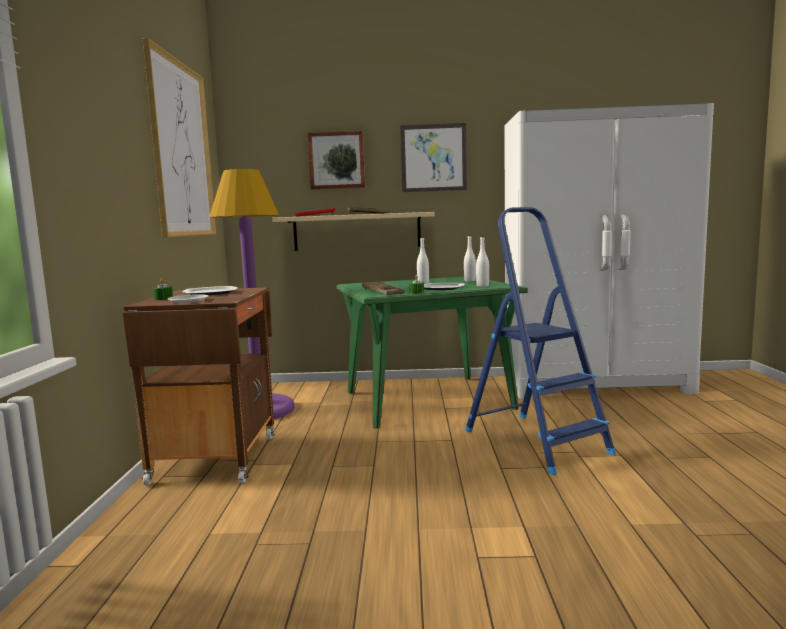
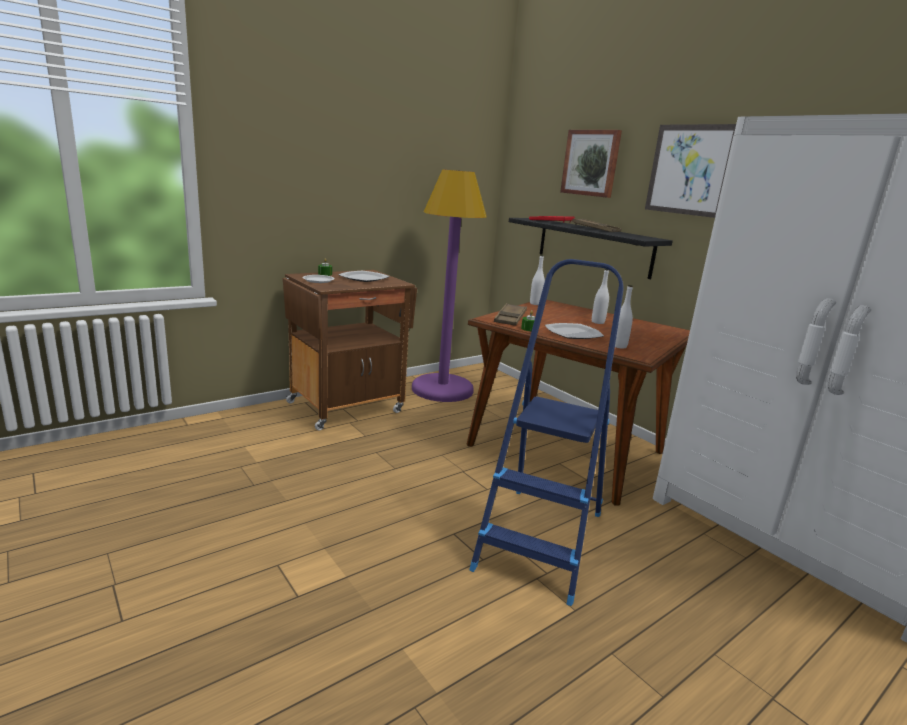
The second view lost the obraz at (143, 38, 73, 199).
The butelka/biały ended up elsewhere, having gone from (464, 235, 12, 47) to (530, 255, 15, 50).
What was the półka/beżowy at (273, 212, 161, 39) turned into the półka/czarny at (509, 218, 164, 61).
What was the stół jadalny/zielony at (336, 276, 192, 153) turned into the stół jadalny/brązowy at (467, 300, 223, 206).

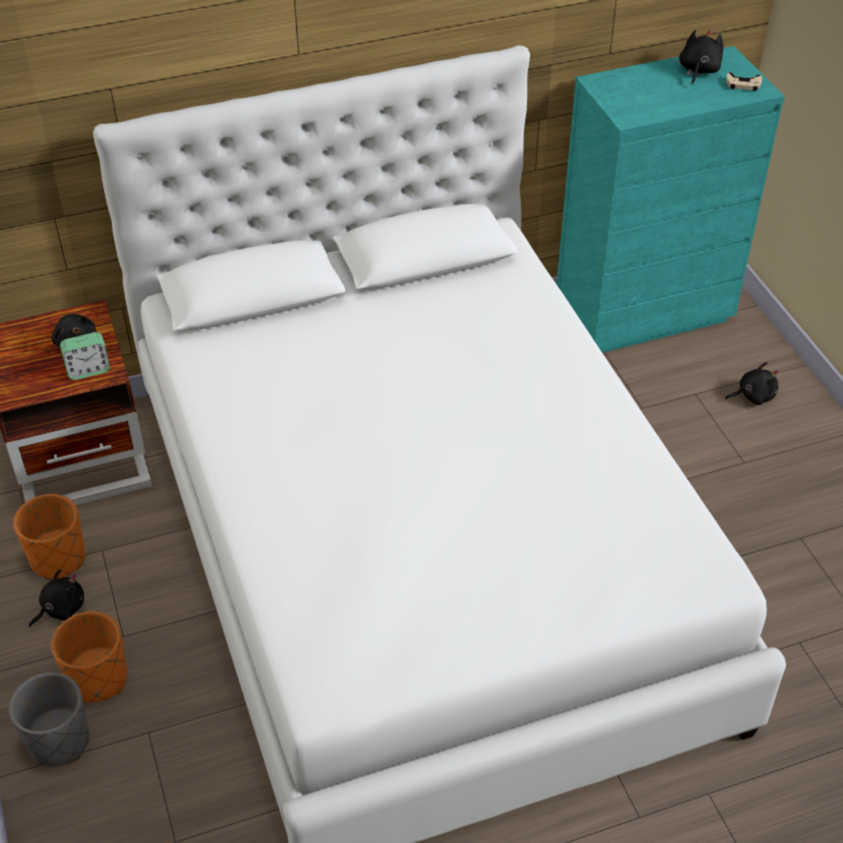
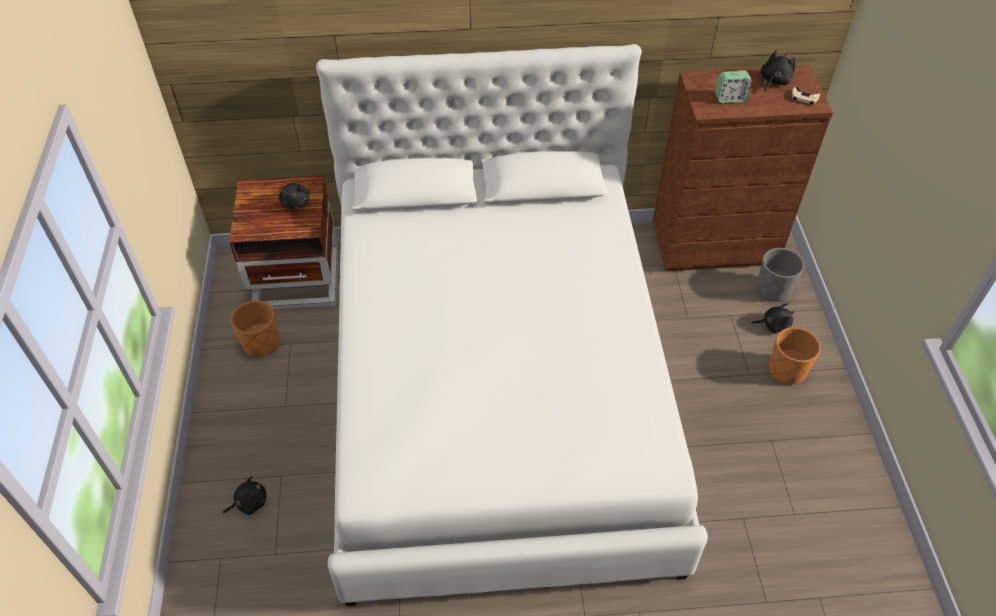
The donica/szary ended up elsewhere, having gone from (9, 672, 81, 95) to (756, 248, 48, 54).
The pluszak/czarny ended up elsewhere, having gone from (29, 569, 55, 58) to (223, 477, 44, 38).
The donica/pomarańczowy ended up elsewhere, having gone from (51, 612, 76, 91) to (769, 327, 52, 58).
The budzik ended up elsewhere, having gone from (60, 332, 50, 48) to (715, 71, 37, 32).
What was the komoda/turkusowy at (557, 46, 228, 307) turned into the komoda/brązowy at (652, 65, 181, 206).

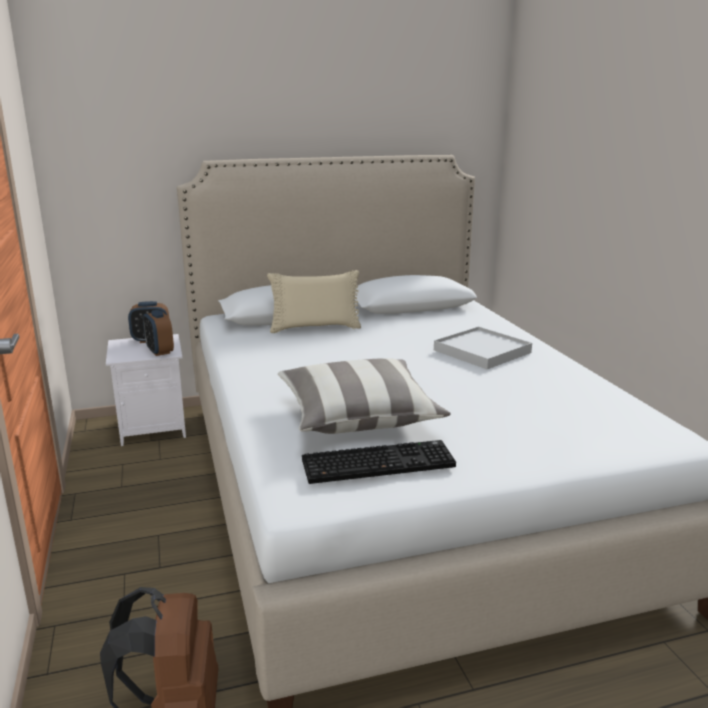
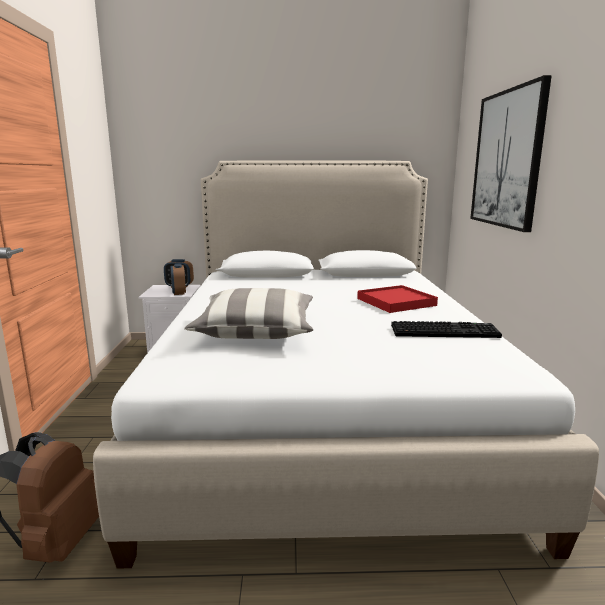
The second view lost the poduszka/beżowy at (267, 270, 94, 63).
The second view gained the obraz at (470, 75, 82, 157).
The klawiatura ended up elsewhere, having gone from (302, 440, 154, 44) to (391, 321, 111, 17).
What was the taca/biały at (434, 326, 98, 43) turned into the taca/czerwony at (357, 285, 81, 28).

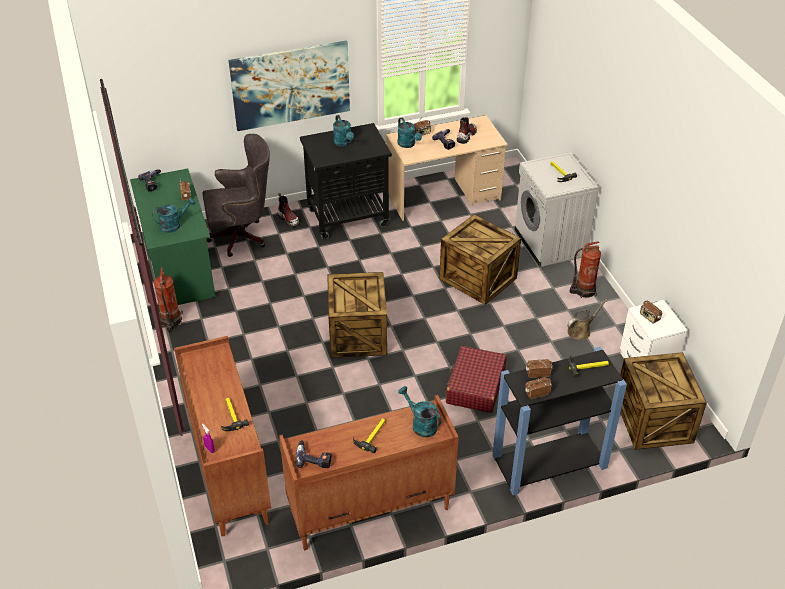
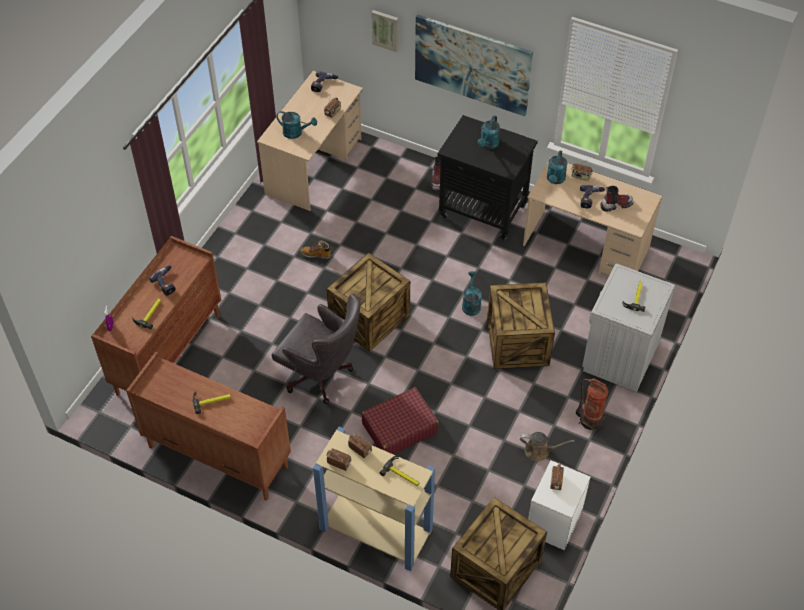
The second view lost the gaśnica at (154, 268, 29, 63).
The second view gained the but z cholewką at (301, 240, 31, 19).
The second view gained the obraz at (371, 10, 27, 42).
The krzesło biurowe/szary ended up elsewhere, having gone from (203, 134, 67, 123) to (272, 294, 89, 110).
The wiertarka ended up elsewhere, having gone from (295, 440, 36, 28) to (149, 265, 27, 31).
The konewka/turkusowy ended up elsewhere, having gone from (398, 386, 43, 51) to (462, 271, 20, 45).
What was the biurko/zielony at (130, 169, 86, 136) turned into the biurko/beżowy at (257, 71, 106, 140).
What was the regał/czarny at (492, 347, 135, 148) turned into the regał/beżowy at (313, 427, 122, 144).

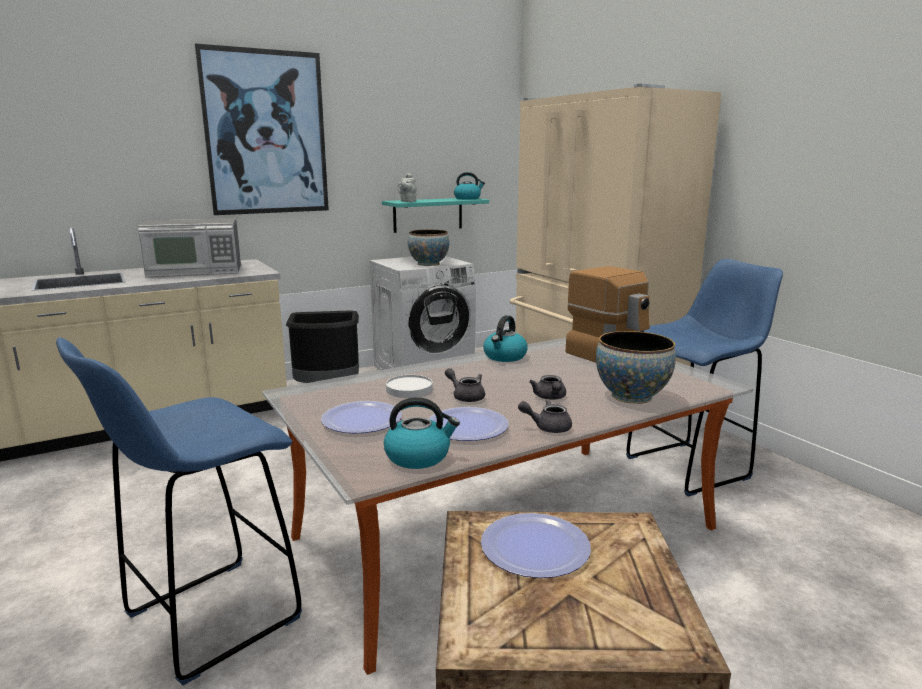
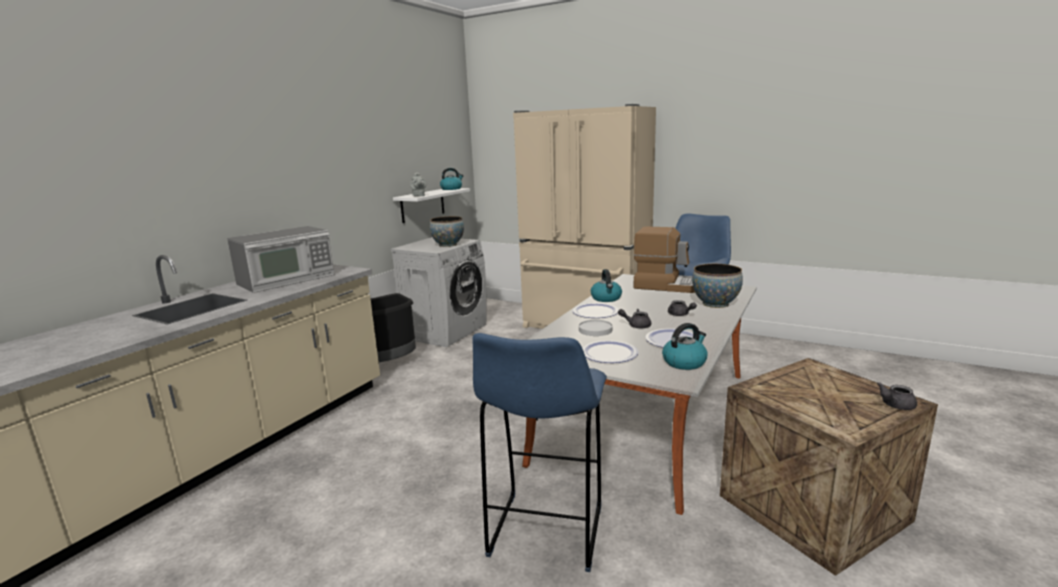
The second view lost the obraz at (195, 43, 134, 172).
The talerz ended up elsewhere, having gone from (481, 513, 110, 65) to (572, 303, 47, 15).
The imbryk/szary ended up elsewhere, having gone from (518, 399, 54, 34) to (877, 382, 40, 28).
What was the półka/turkusowy at (382, 198, 107, 35) turned into the półka/biały at (393, 188, 77, 35).

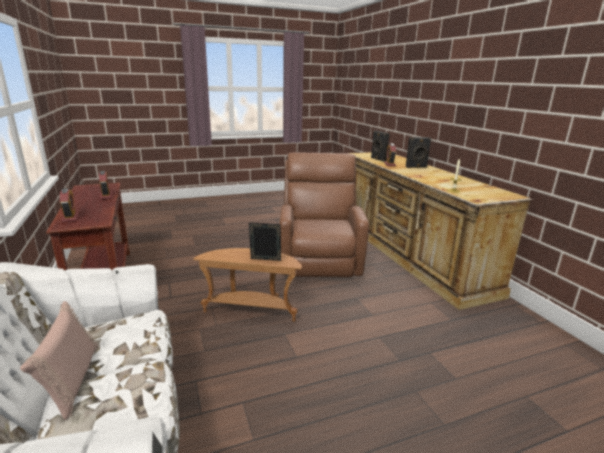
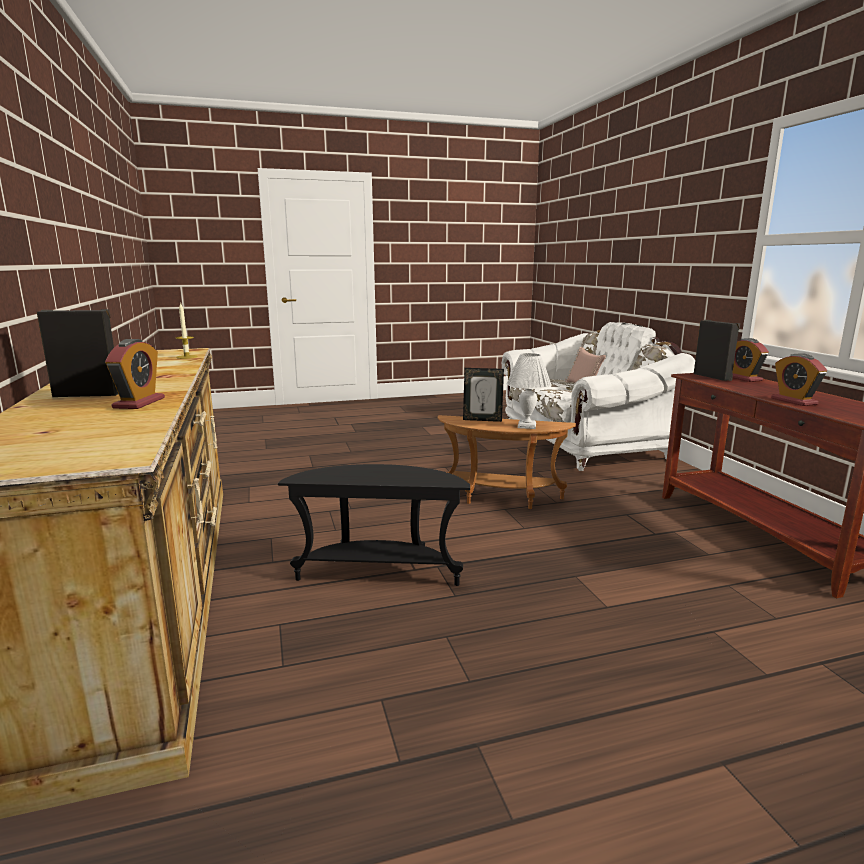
The second view gained the lampa stołowa/biały at (507, 353, 44, 76).
The głośnik/czarny ended up elsewhere, having gone from (371, 131, 19, 31) to (694, 320, 46, 61).
Where the fotel/brązowy stood at (279, 152, 90, 126), the stolik/czarny came to stand at (278, 464, 192, 122).

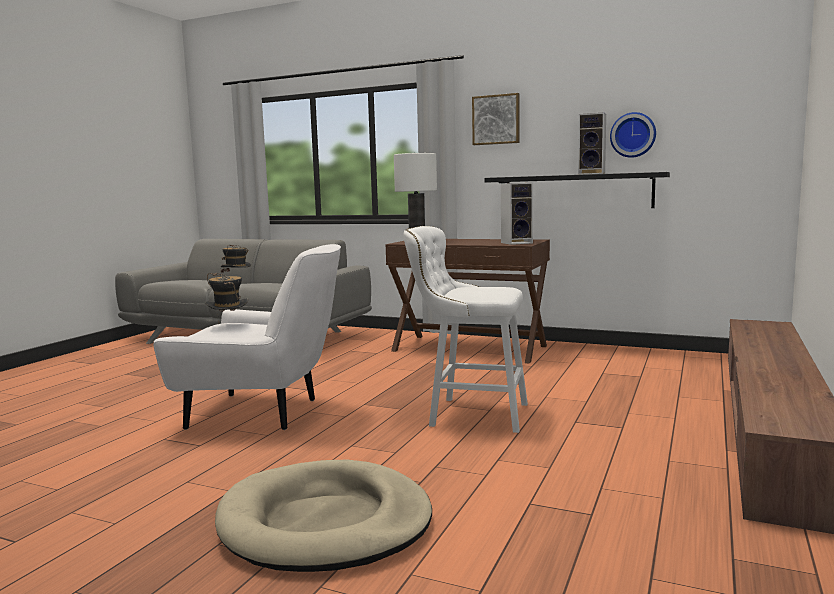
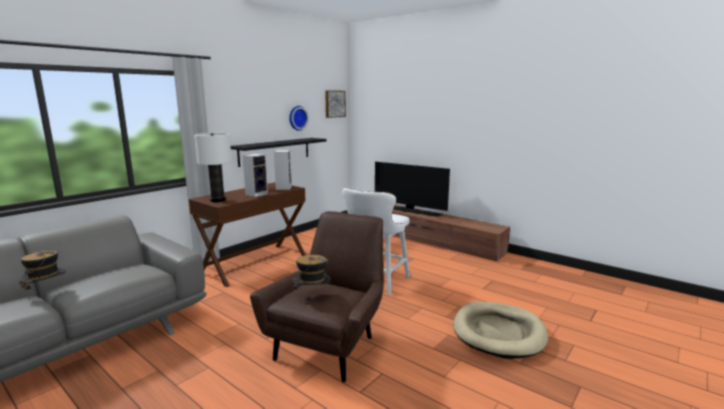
The second view gained the telewizor at (375, 162, 75, 55).
The obraz ended up elsewhere, having gone from (472, 93, 48, 52) to (325, 90, 21, 28).
The głośnik ended up elsewhere, having gone from (578, 112, 28, 63) to (243, 154, 25, 43).
What was the fotel/biały at (153, 244, 188, 186) turned into the fotel/brązowy at (250, 211, 134, 172).

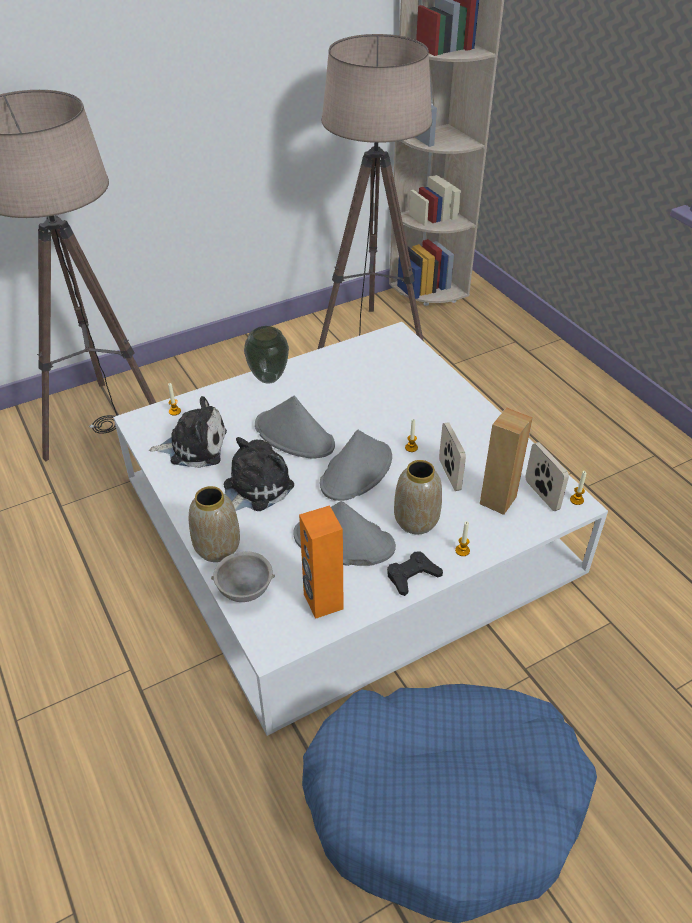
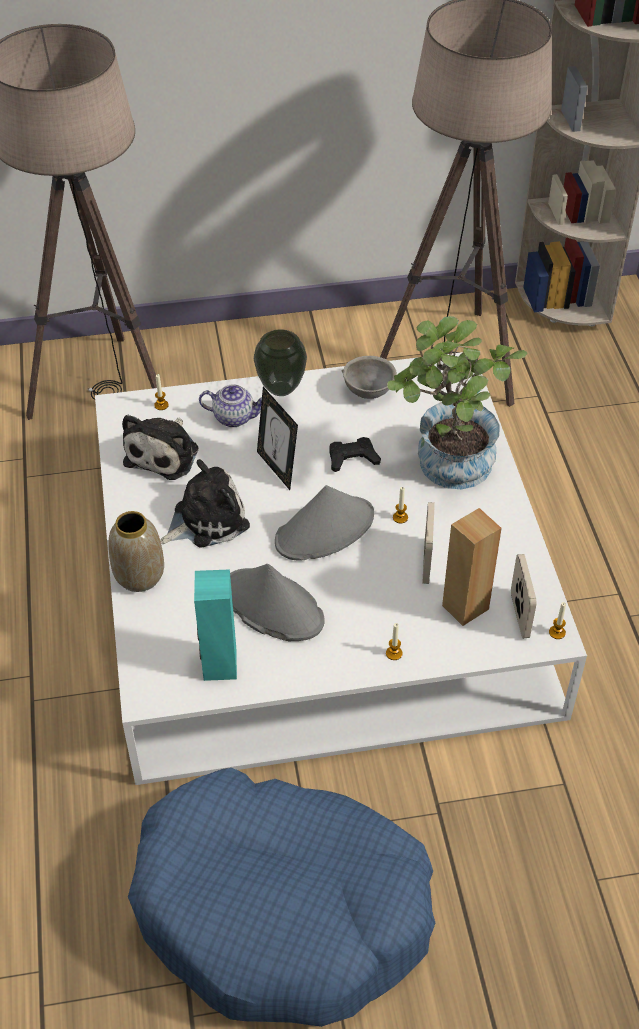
The second view lost the wazon at (394, 460, 48, 74).
The second view gained the imbryk at (199, 384, 63, 43).
The second view gained the roślina doniczkowa at (387, 316, 140, 173).
The miska/szary ended up elsewhere, having gone from (211, 551, 64, 51) to (342, 356, 55, 43).
The pad do gier/czarny ended up elsewhere, having gone from (387, 551, 56, 45) to (329, 437, 52, 35).
Where the kapelusz/szary stood at (255, 396, 80, 63), the ramka na zdjęcie came to stand at (257, 387, 41, 103).
What was the głośnik/pomarańczowy at (299, 505, 45, 114) turned into the głośnik/turkusowy at (194, 569, 43, 112).
The pluszak at (149, 396, 78, 72) ended up facing another way, 90 degrees clockwise from before.

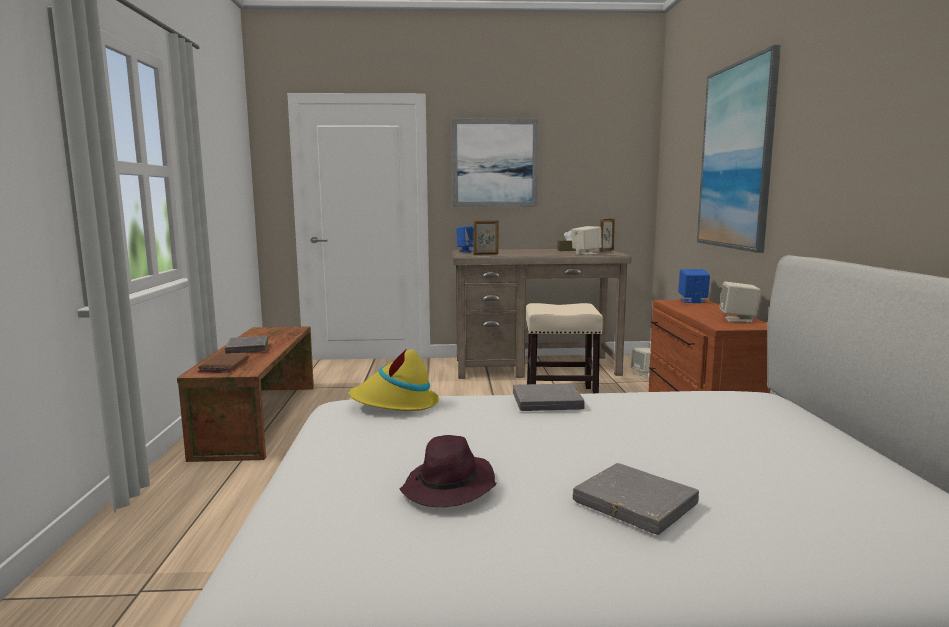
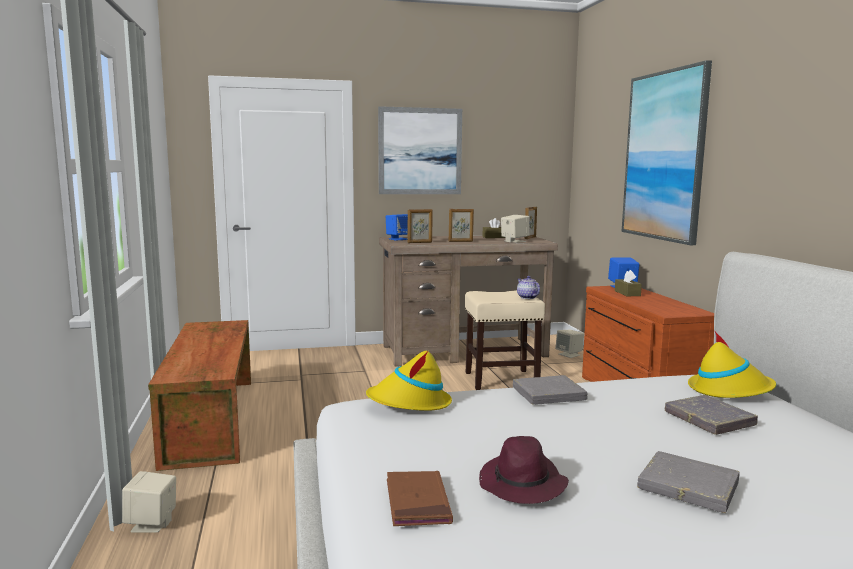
The second view gained the ramka na zdjęcie at (449, 209, 25, 33).
The second view gained the imbryk at (517, 276, 23, 23).
The second view gained the pudełko chusteczek/brązowy at (615, 270, 27, 26).
The second view gained the kapelusz/żółty at (688, 332, 88, 66).
The książka/brązowy ended up elsewhere, having gone from (198, 353, 51, 20) to (387, 471, 66, 55).
The książka/szary ended up elsewhere, having gone from (225, 336, 43, 18) to (665, 395, 93, 40).
The głośnik/beżowy ended up elsewhere, having gone from (719, 282, 42, 40) to (122, 471, 54, 62).

